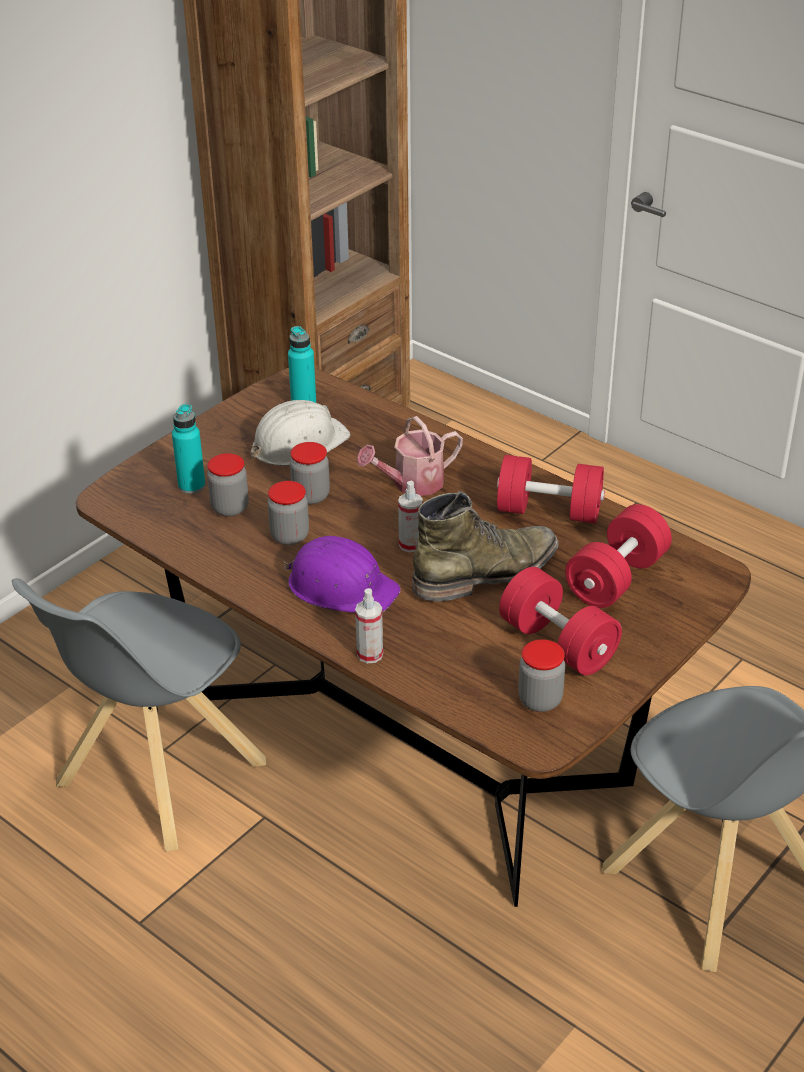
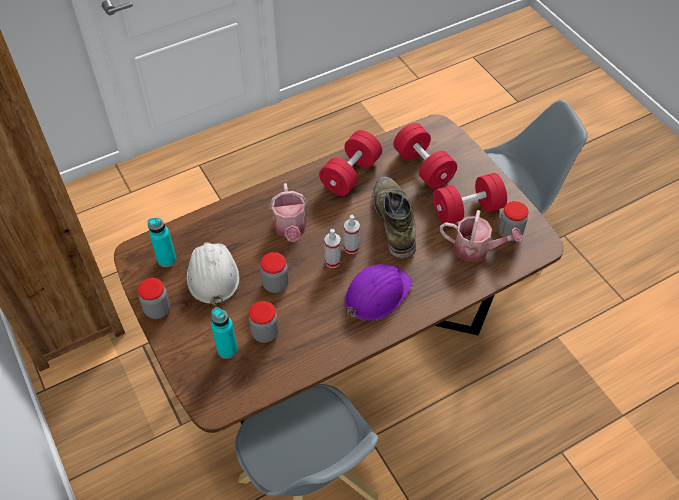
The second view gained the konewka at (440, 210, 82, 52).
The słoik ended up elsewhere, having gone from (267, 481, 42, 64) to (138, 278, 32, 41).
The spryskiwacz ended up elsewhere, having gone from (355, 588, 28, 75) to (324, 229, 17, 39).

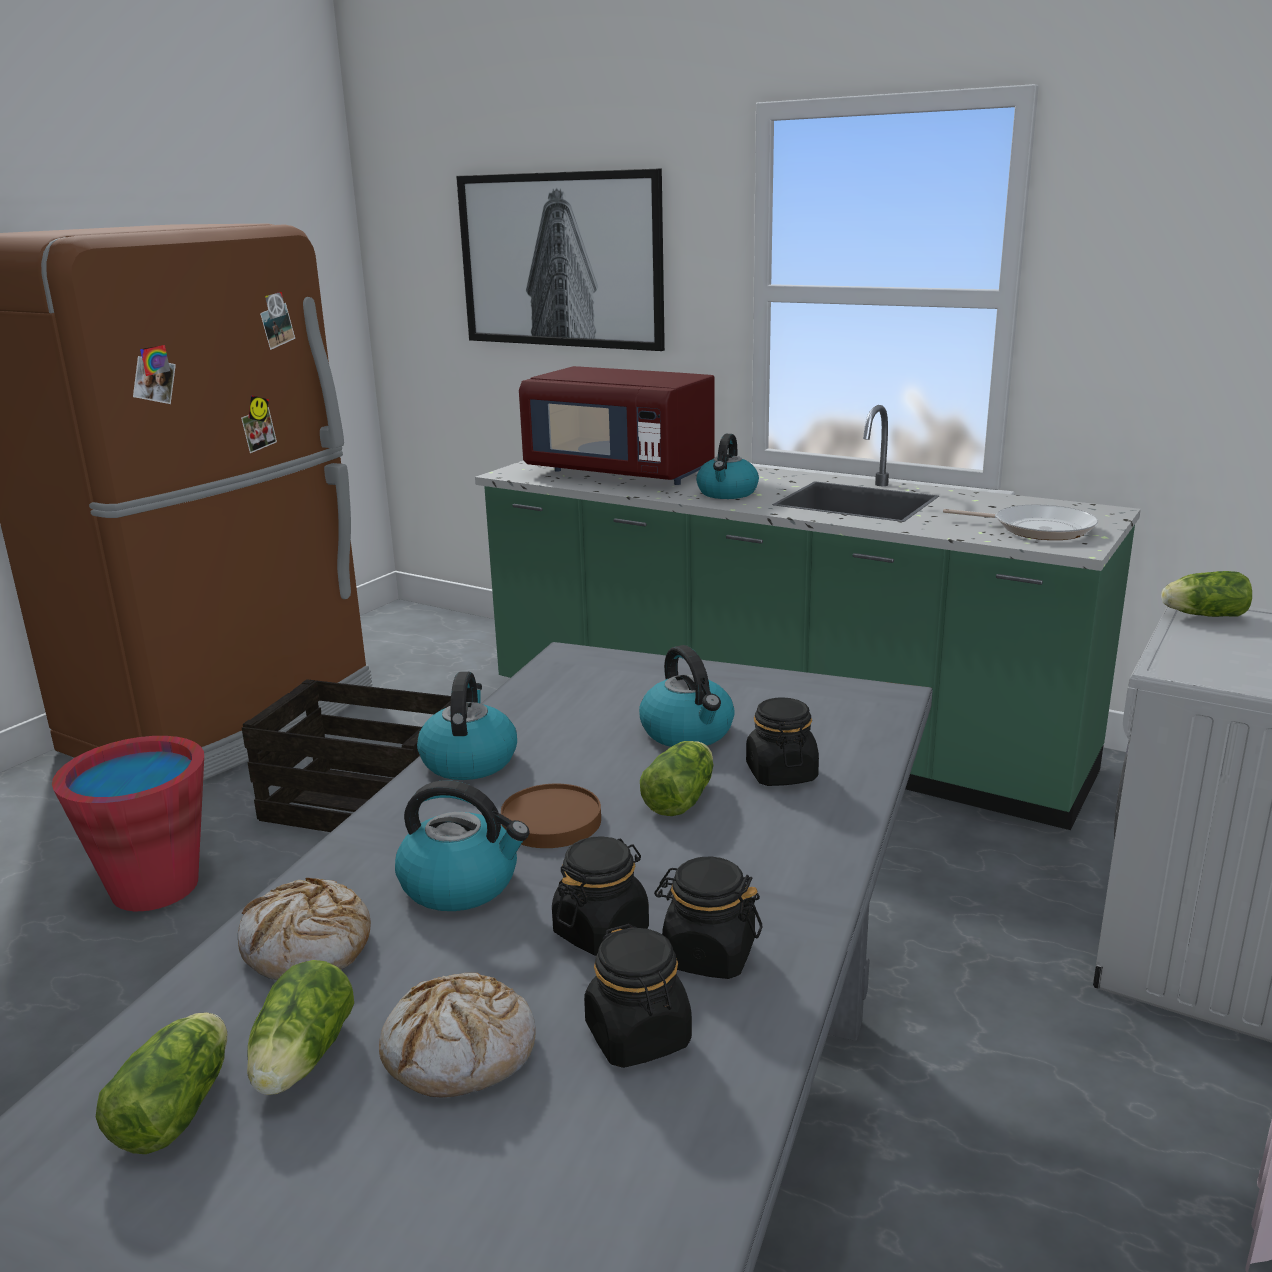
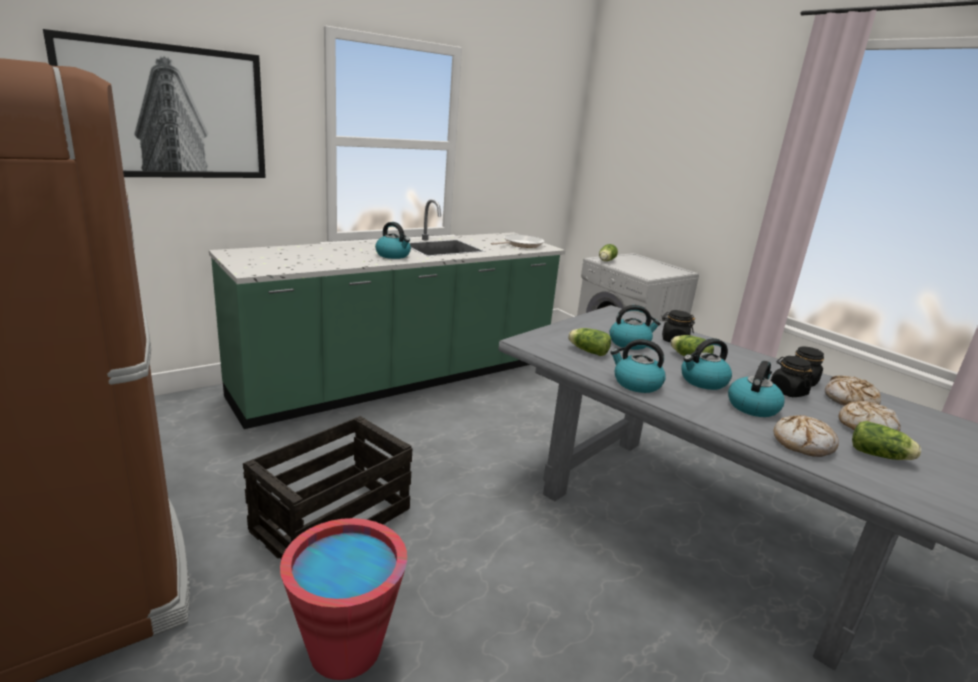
The second view lost the mikrofalówka/czerwony at (519, 366, 196, 119).
The sałata ended up elsewhere, having gone from (96, 1012, 131, 142) to (568, 328, 43, 28).
Where the talerz/brązowy stood at (501, 784, 100, 64), the czajnik came to stand at (681, 338, 51, 52).
Where the słoik/czarny stood at (584, 924, 108, 144), the chleb came to stand at (825, 376, 56, 30).

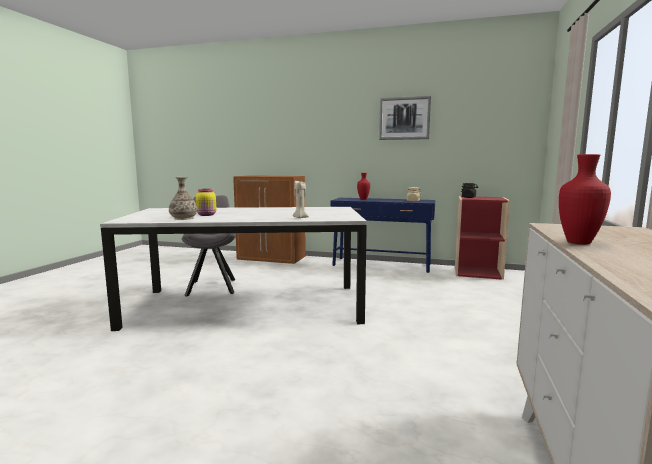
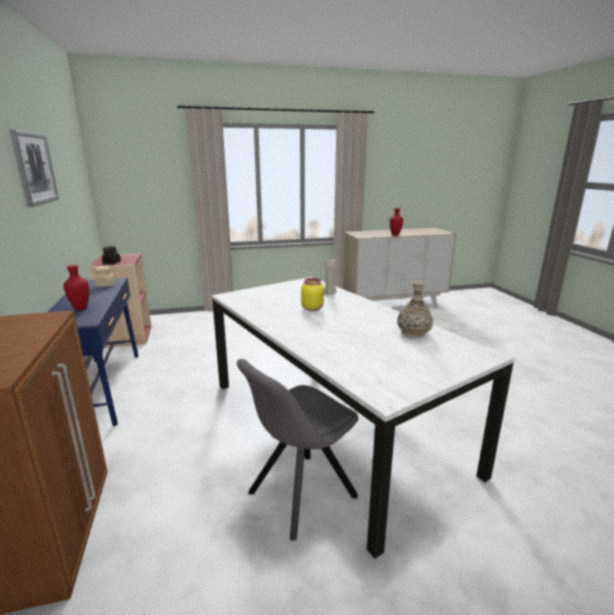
The słoik/żółty ended up elsewhere, having gone from (196, 189, 20, 27) to (301, 278, 23, 33).

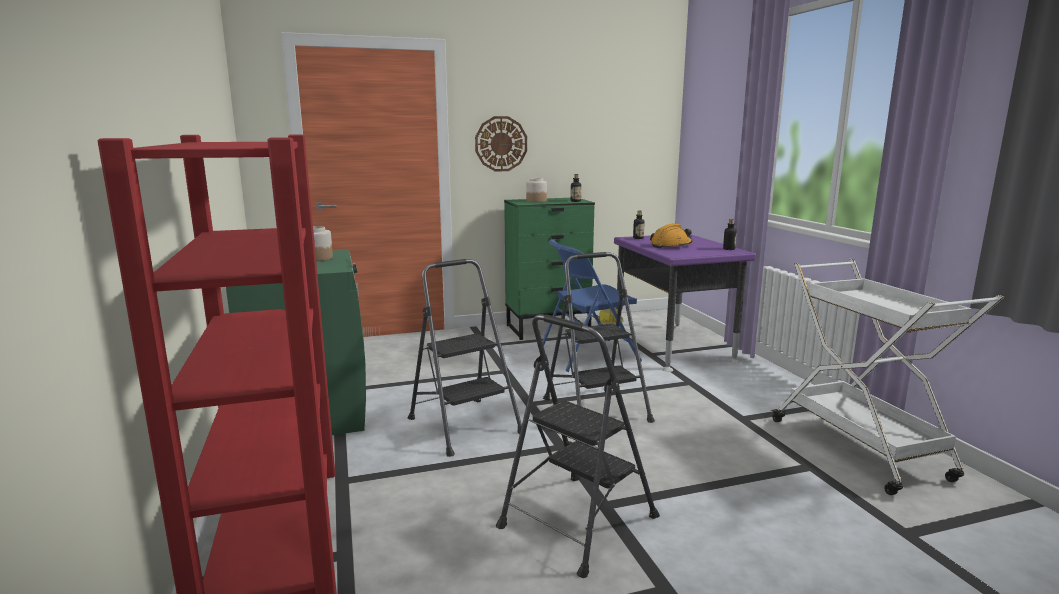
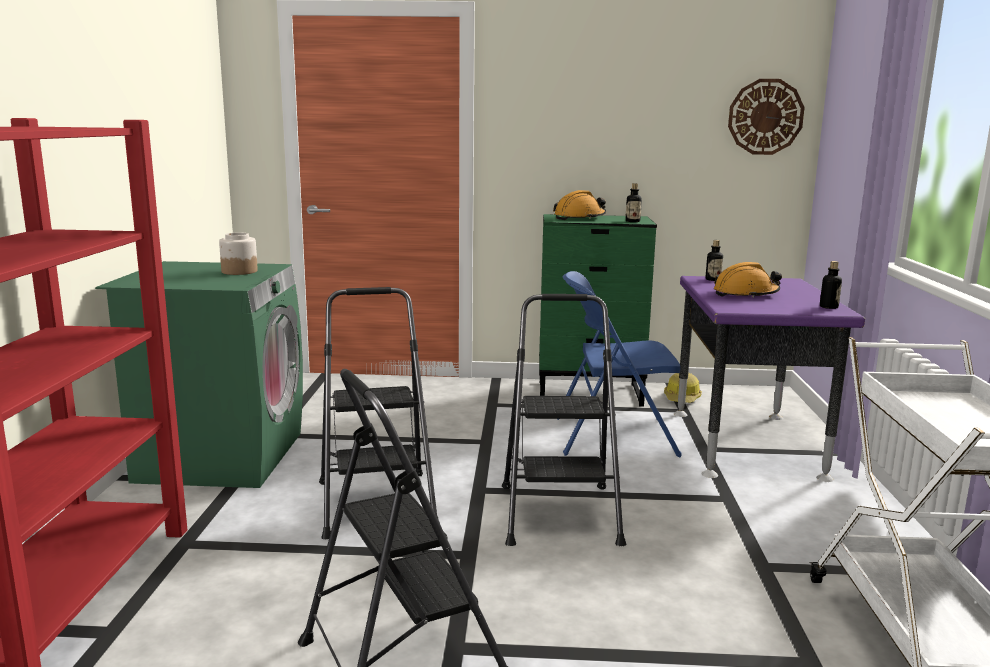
The zegar ścienny ended up elsewhere, having gone from (475, 116, 52, 56) to (728, 79, 77, 76).
Where the słoik stood at (526, 178, 21, 24), the kask/pomarańczowy came to stand at (553, 190, 53, 30).

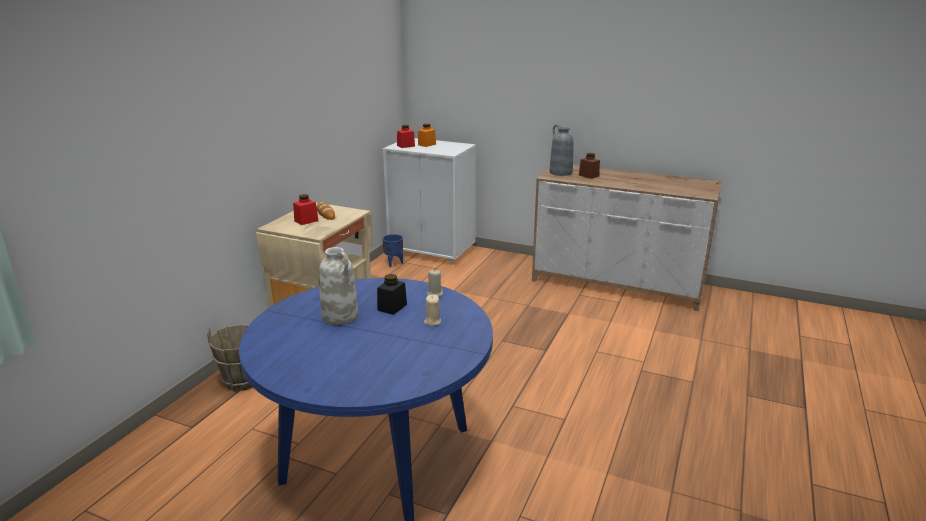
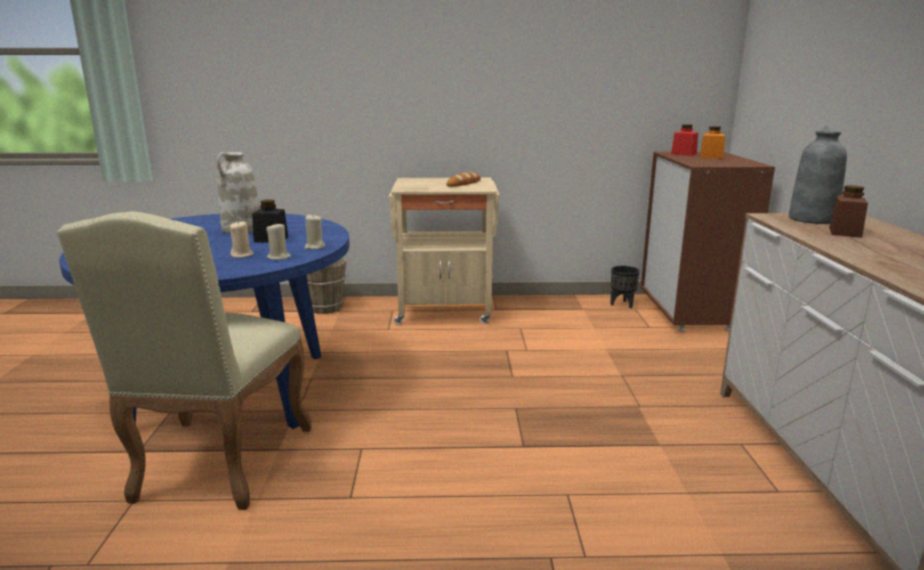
The second view lost the słoik/czerwony at (293, 194, 25, 31).
The second view gained the krzesło/beżowy at (57, 211, 255, 299).
The second view gained the świeca/beżowy at (266, 222, 25, 38).
What was the donica/niebieski at (382, 234, 21, 33) turned into the donica/czarny at (610, 266, 30, 42).
What was the szafka/biały at (383, 138, 93, 125) turned into the szafka/brązowy at (641, 152, 134, 180).

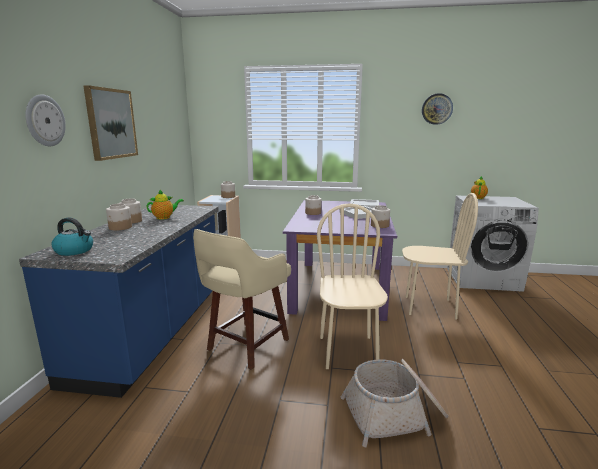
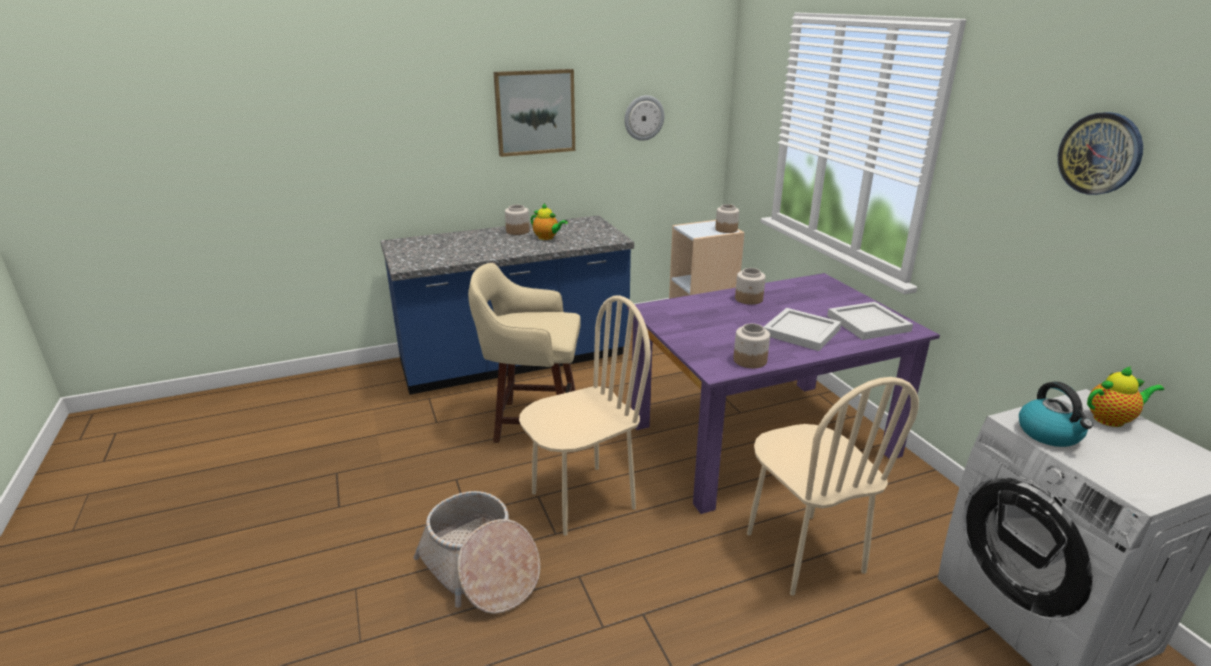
The second view lost the słoik at (106, 203, 26, 28).
The zegar ścienny ended up elsewhere, having gone from (25, 94, 41, 52) to (624, 95, 40, 46).
The czajnik ended up elsewhere, having gone from (51, 218, 42, 38) to (1019, 381, 74, 66).

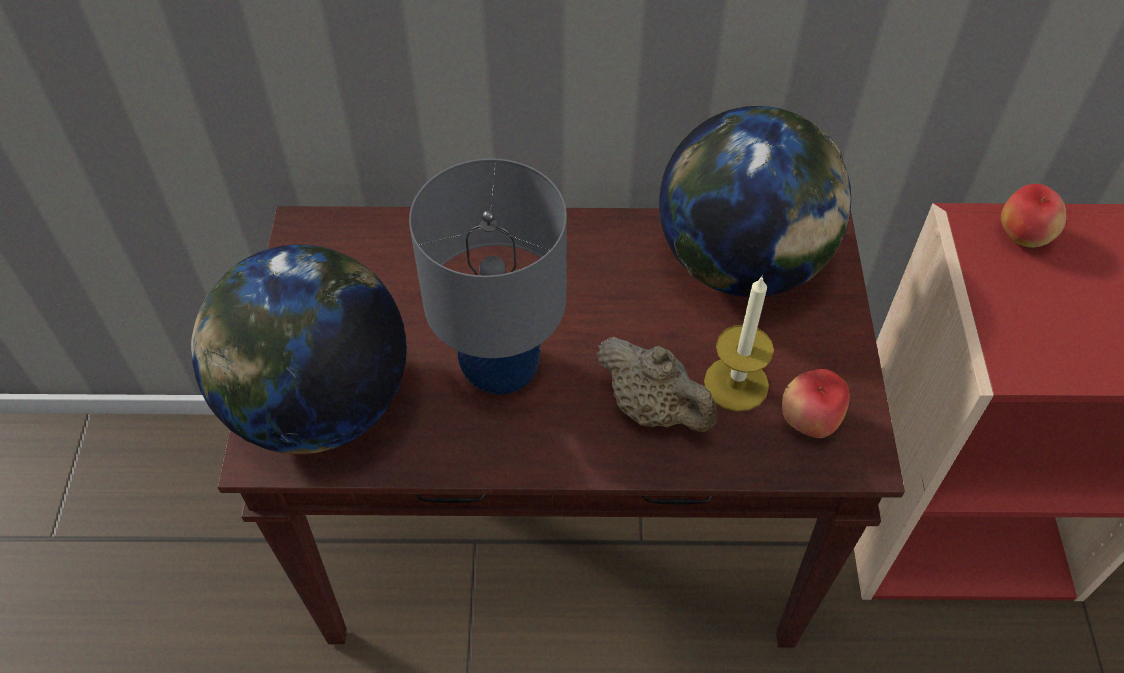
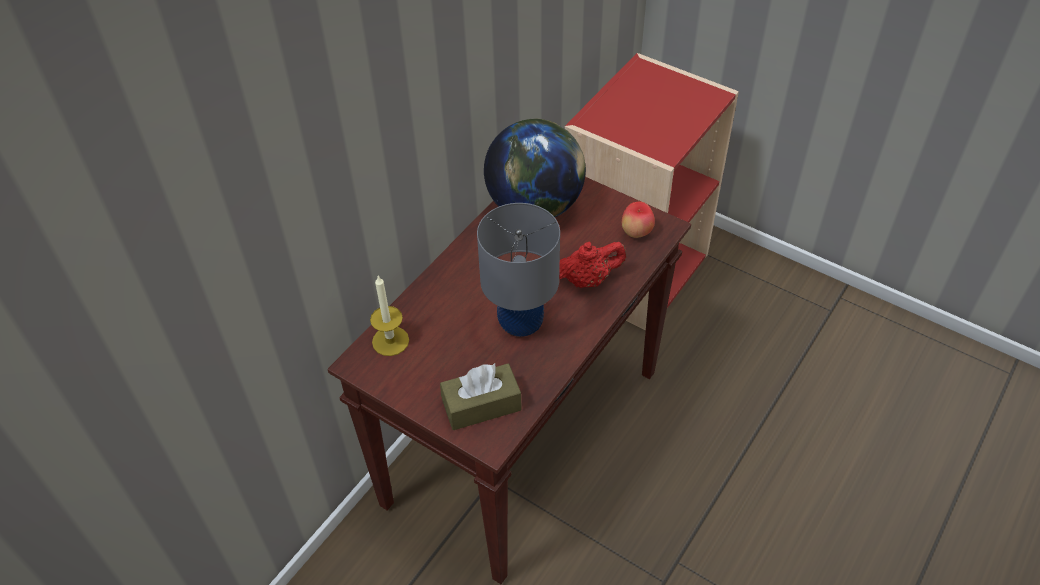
The second view lost the jabłko at (1001, 184, 65, 64).
The świeca ended up elsewhere, having gone from (704, 275, 70, 136) to (370, 276, 39, 80).
Where the globus stood at (191, 244, 216, 210), the pudełko chusteczek/brązowy came to stand at (440, 363, 82, 67).
What was the imbryk/beżowy at (596, 337, 121, 95) turned into the imbryk/czerwony at (559, 242, 67, 46).

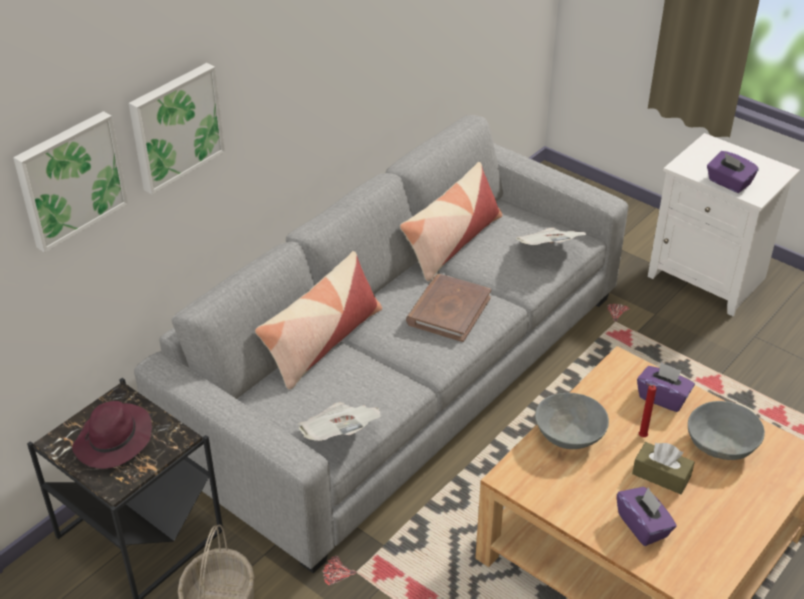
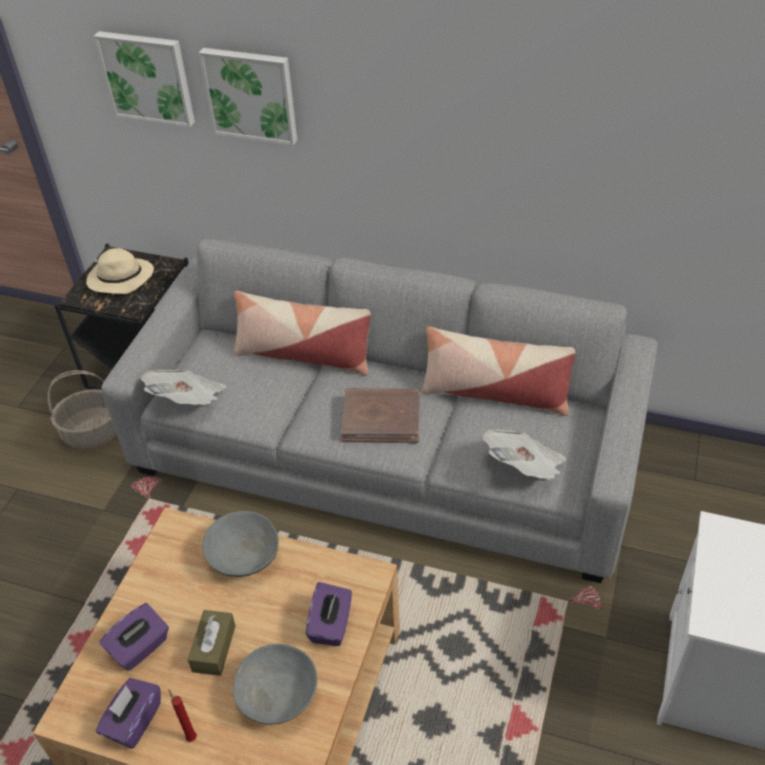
The świeca/czerwony ended up elsewhere, having gone from (639, 384, 18, 53) to (168, 689, 29, 53).
The pudełko chusteczek/fioletowy ended up elsewhere, having gone from (707, 151, 52, 42) to (96, 678, 65, 71).
What was the kapelusz/fioletowy at (72, 401, 80, 68) turned into the kapelusz/beżowy at (86, 248, 68, 46).

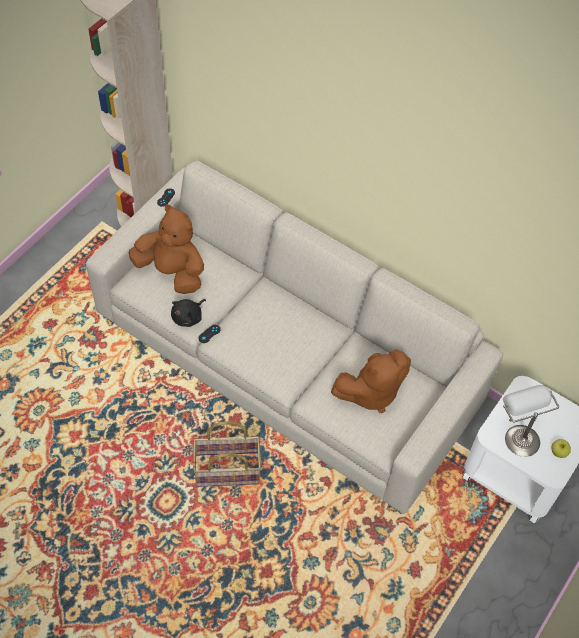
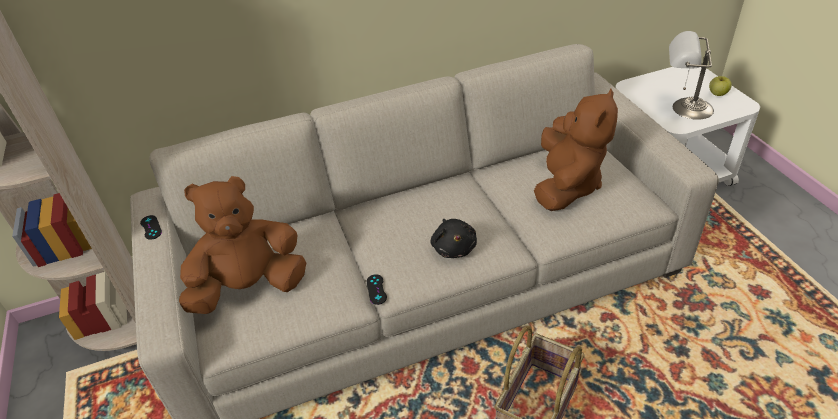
The pluszak/czarny ended up elsewhere, having gone from (171, 299, 35, 28) to (431, 219, 46, 39).

